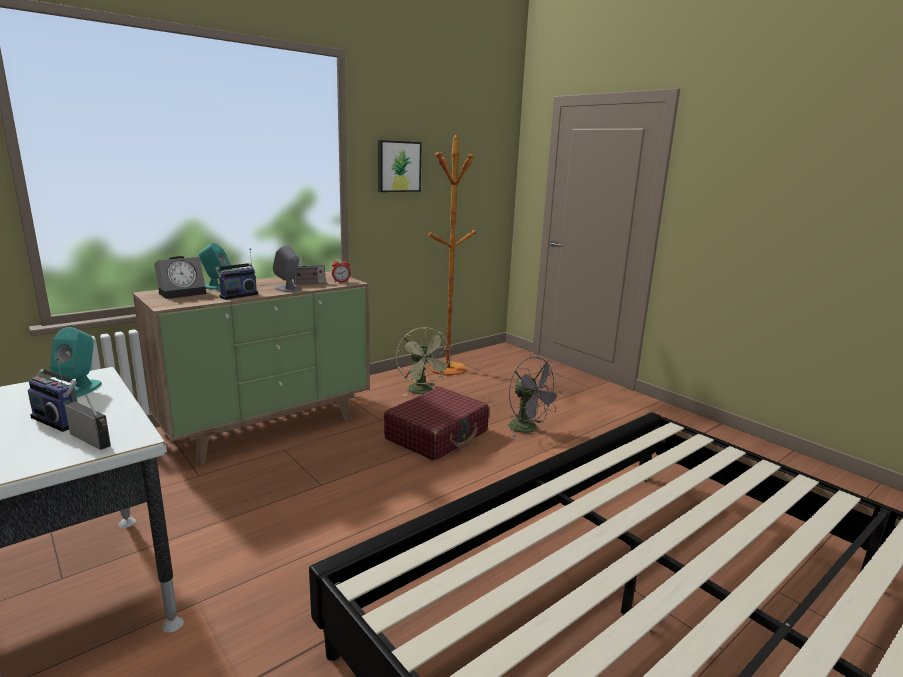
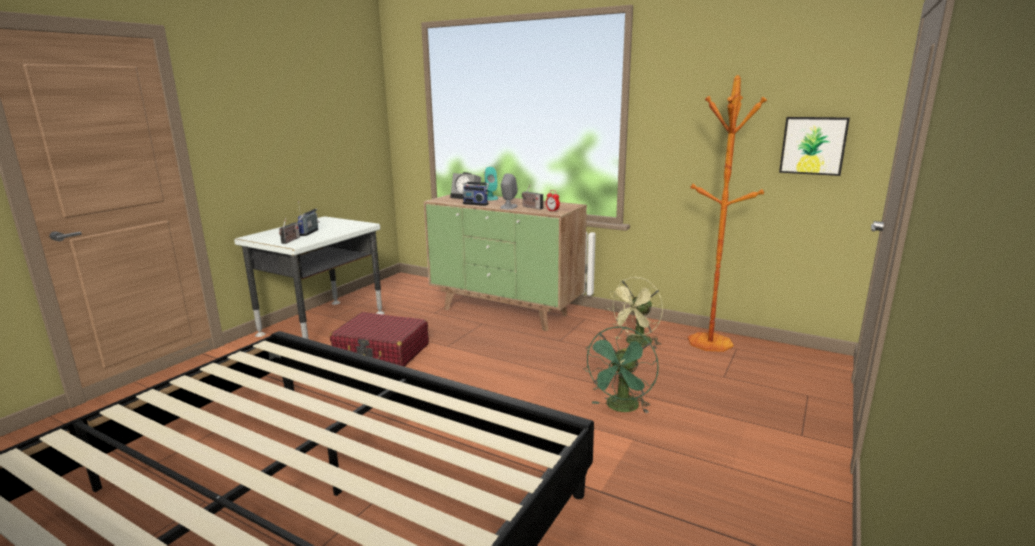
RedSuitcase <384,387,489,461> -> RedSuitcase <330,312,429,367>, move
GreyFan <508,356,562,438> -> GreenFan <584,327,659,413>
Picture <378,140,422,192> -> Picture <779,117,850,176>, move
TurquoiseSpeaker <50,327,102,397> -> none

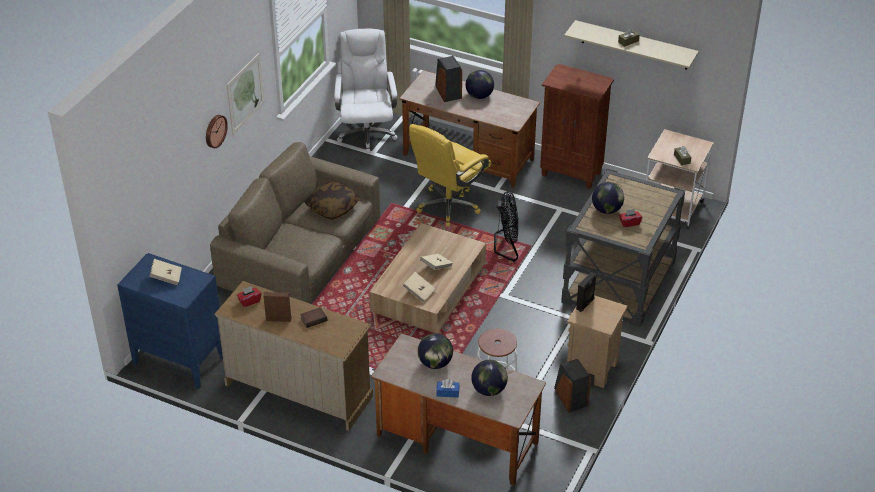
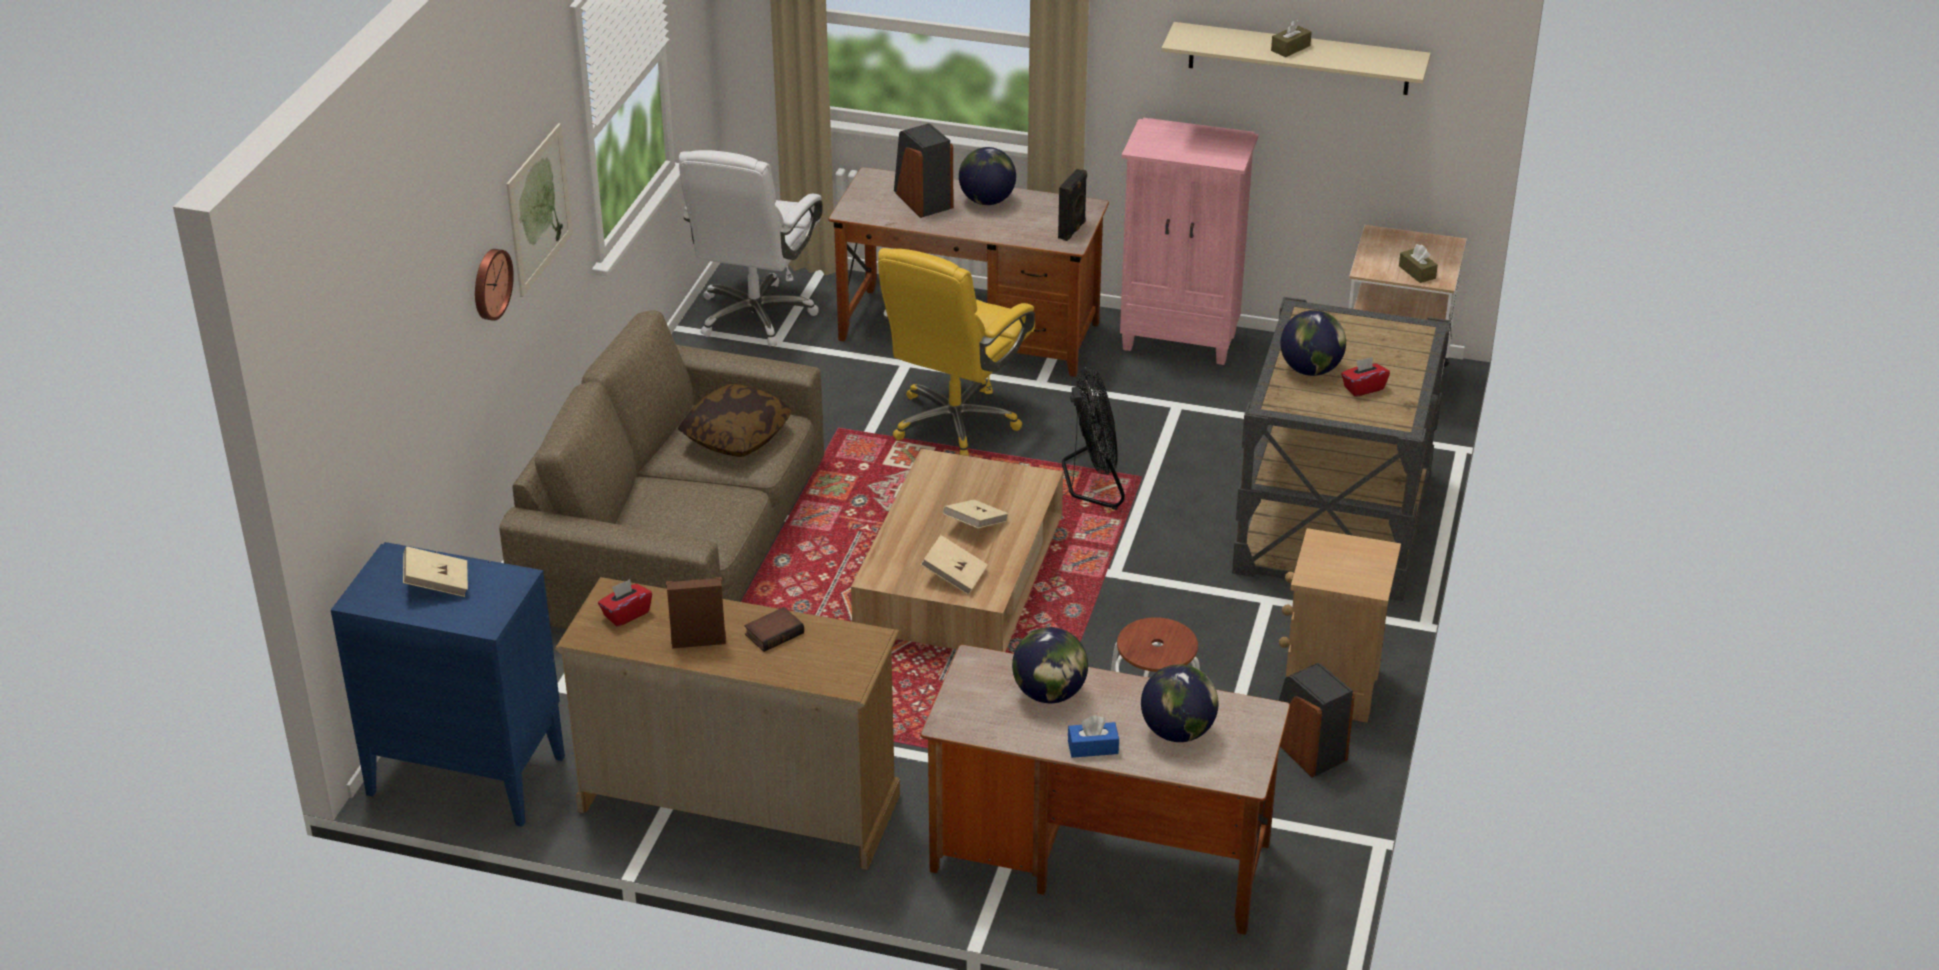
WhiteOfficeChair <334,29,397,153> -> WhiteOfficeChair <679,150,822,347>, 150 degrees counterclockwise
BlackSpeaker <576,272,597,312> -> BlackSpeaker <1058,169,1087,241>, move
BrownCabinet <540,64,614,189> -> PinkCabinet <1120,118,1258,365>

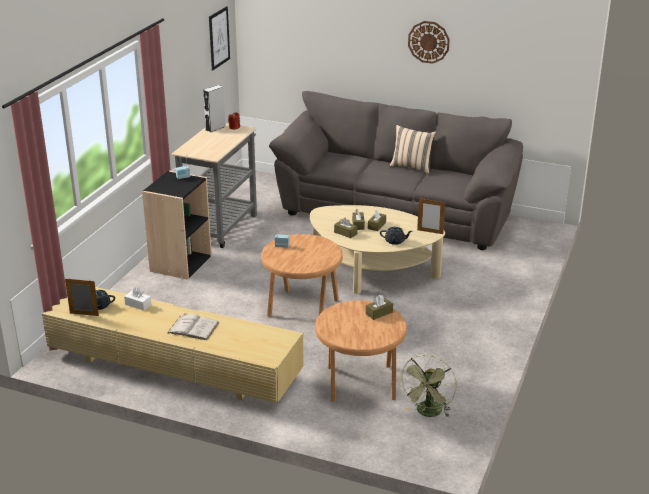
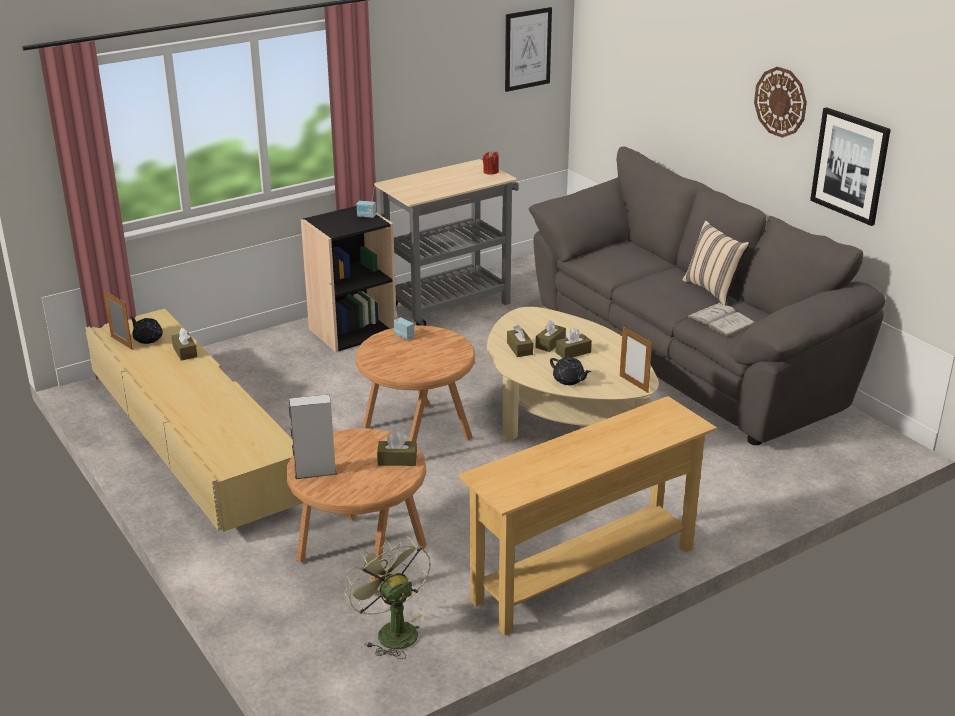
WhiteTissueBox <124,287,151,311> -> BrownTissueBox <172,328,197,361>
GreySpeaker <203,85,226,132> -> GreySpeaker <289,394,337,479>, move
GreenFan <399,355,457,417> -> GreenFan <345,536,431,659>, 90 degrees clockwise
none -> BeigeConsoleTable <458,396,717,636>
WhiteBook <167,313,220,340> -> WhiteBook <686,303,755,337>, move
none -> Picture <810,107,891,226>

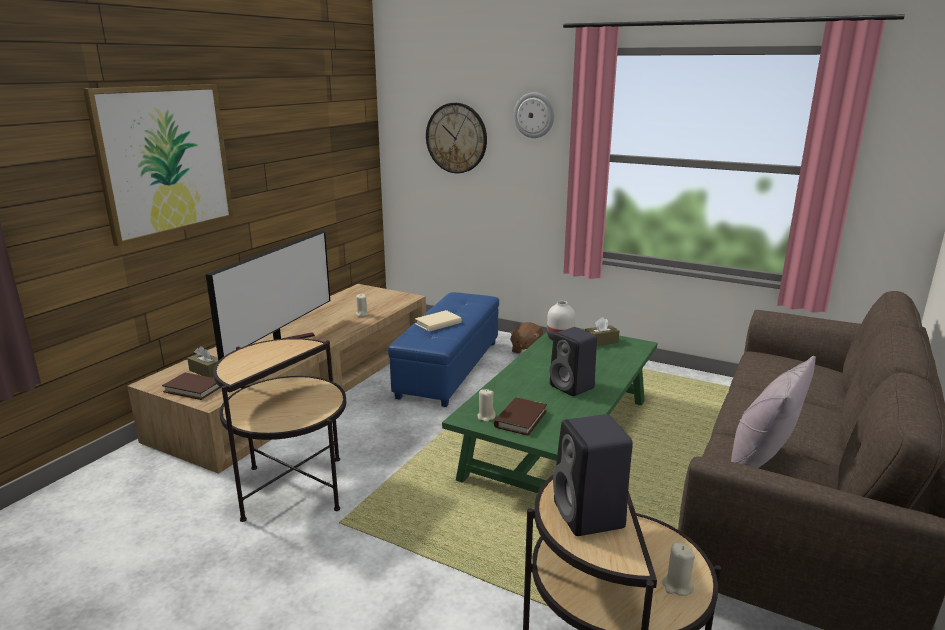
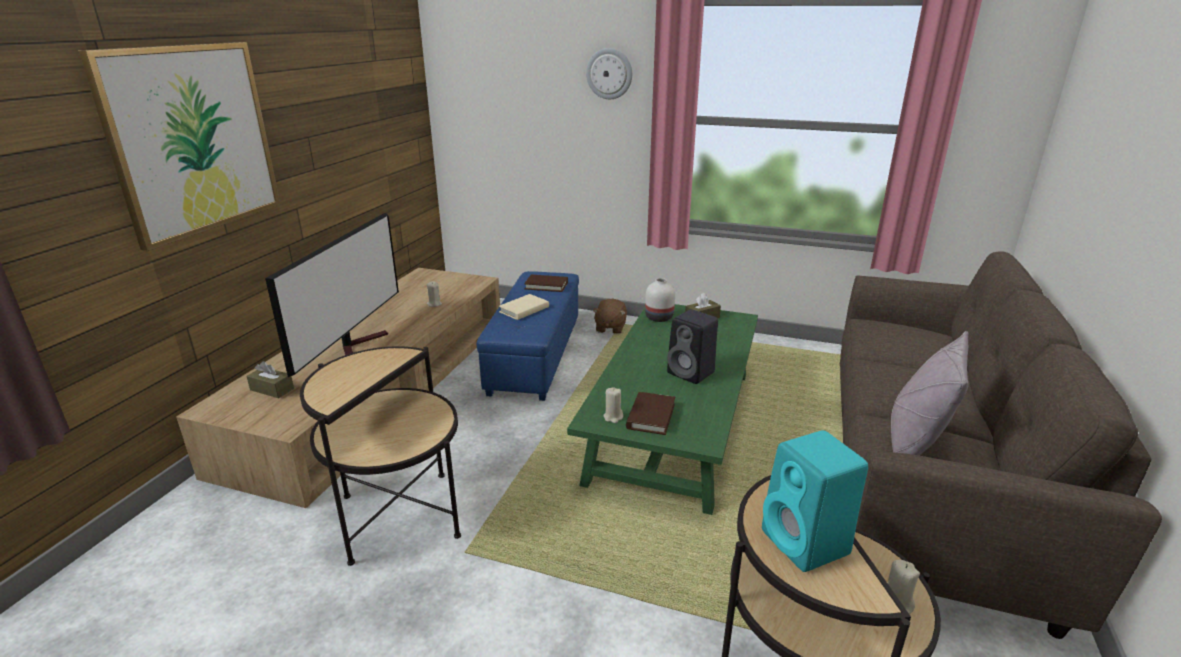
BrownBook <162,373,220,400> -> BrownBook <524,275,568,292>, move
BlackSpeaker <553,414,633,536> -> TurquoiseSpeaker <762,430,868,572>
WallClock <426,103,487,173> -> none

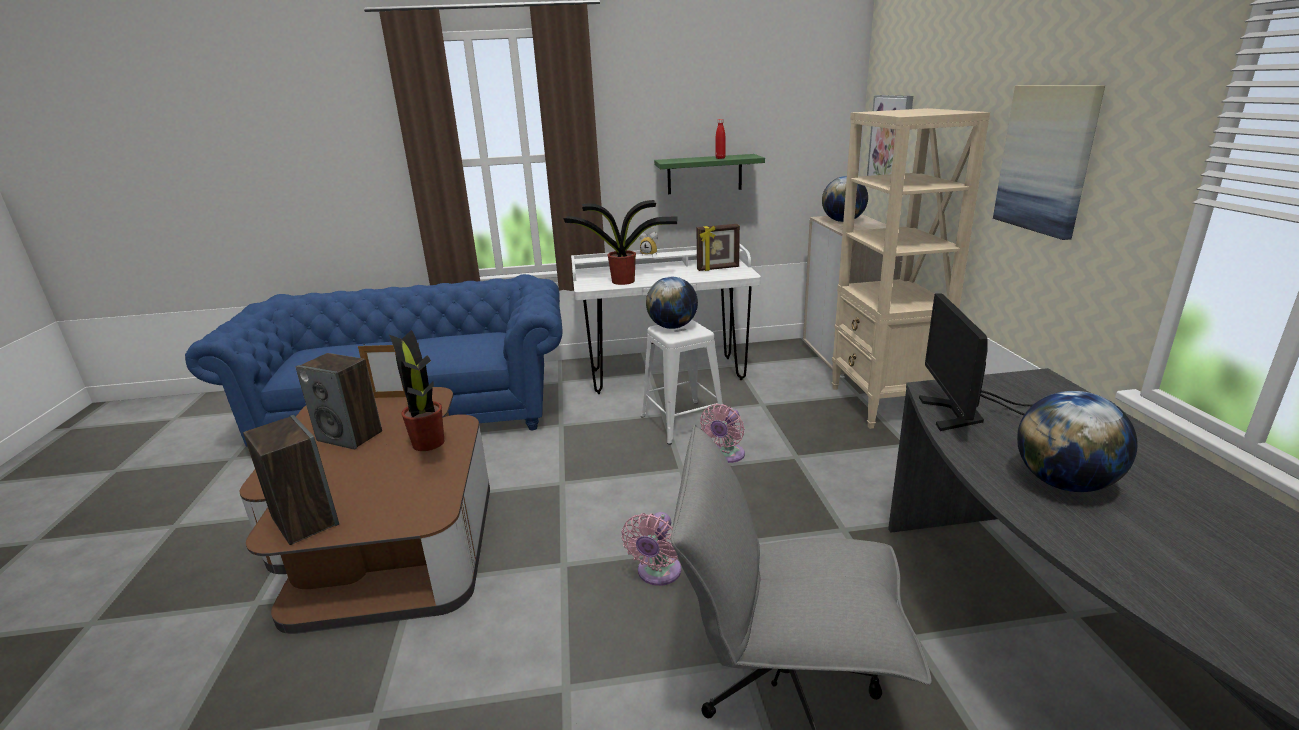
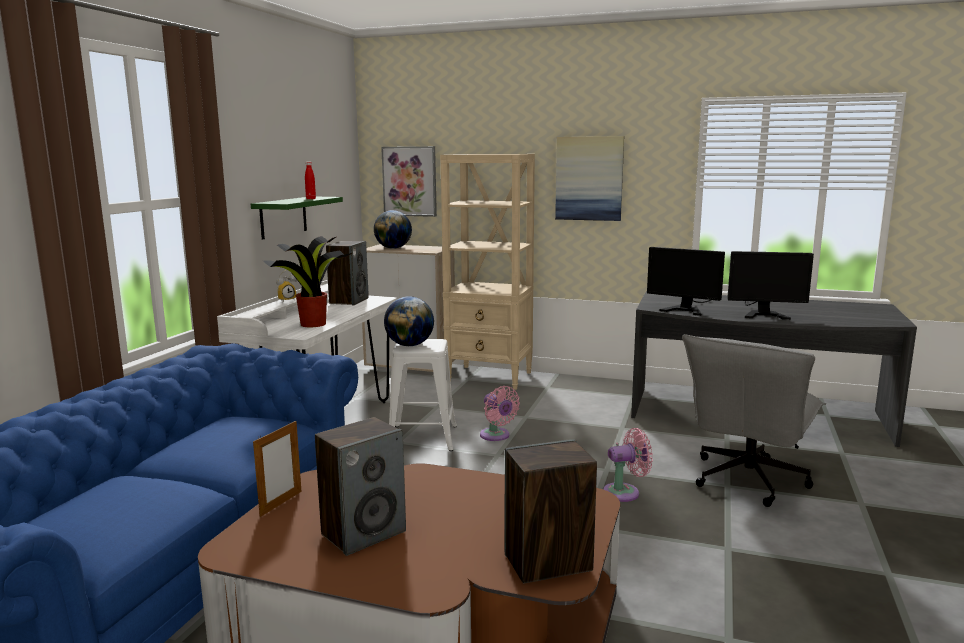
PictureFrame <696,224,740,271> -> Speaker <326,241,369,305>
PinkFan <621,512,681,586> -> PinkFan <603,428,653,502>, 60 degrees counterclockwise
Globe <1017,391,1138,492> -> Monitor <727,251,814,320>
PottedPlant <389,330,444,451> -> none

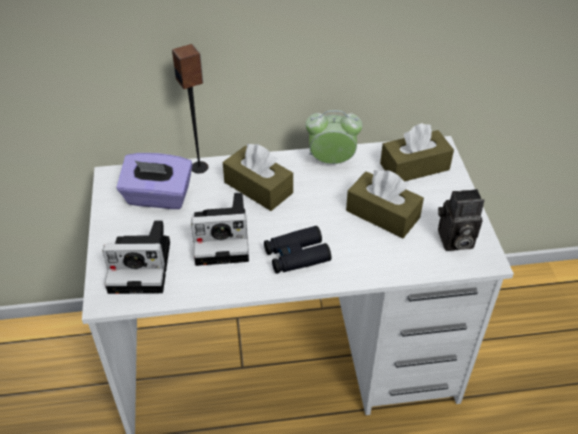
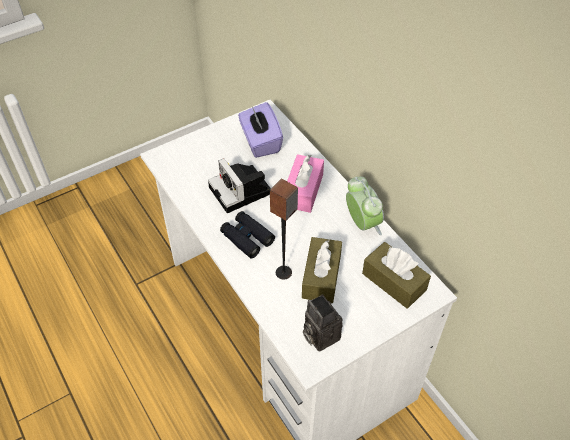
Speaker <172,44,208,173> -> Speaker <270,178,298,279>, move
BrownTissueBox <223,144,293,211> -> PinkTissueBox <287,154,324,213>
PhotoCamera <102,220,170,294> -> none

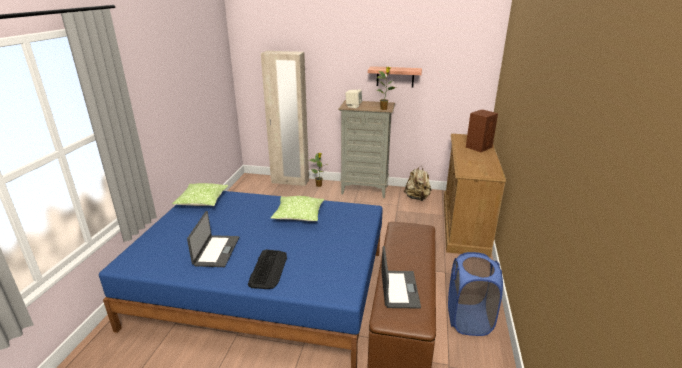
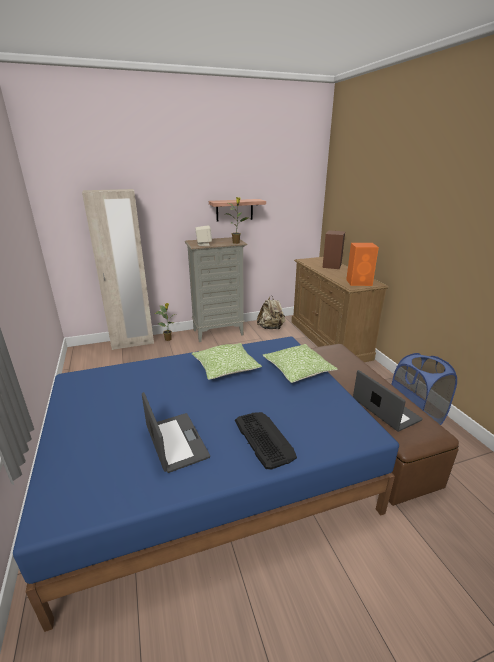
Pillow <172,183,229,206> -> Pillow <263,344,338,383>, move
none -> OrangeSpeaker <346,243,379,286>

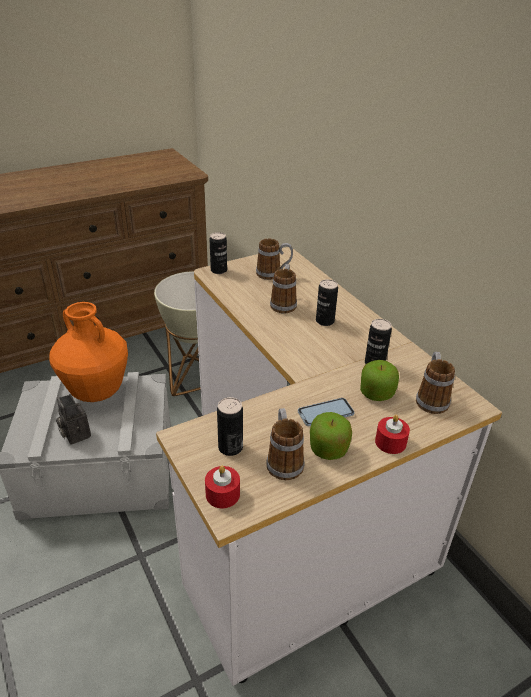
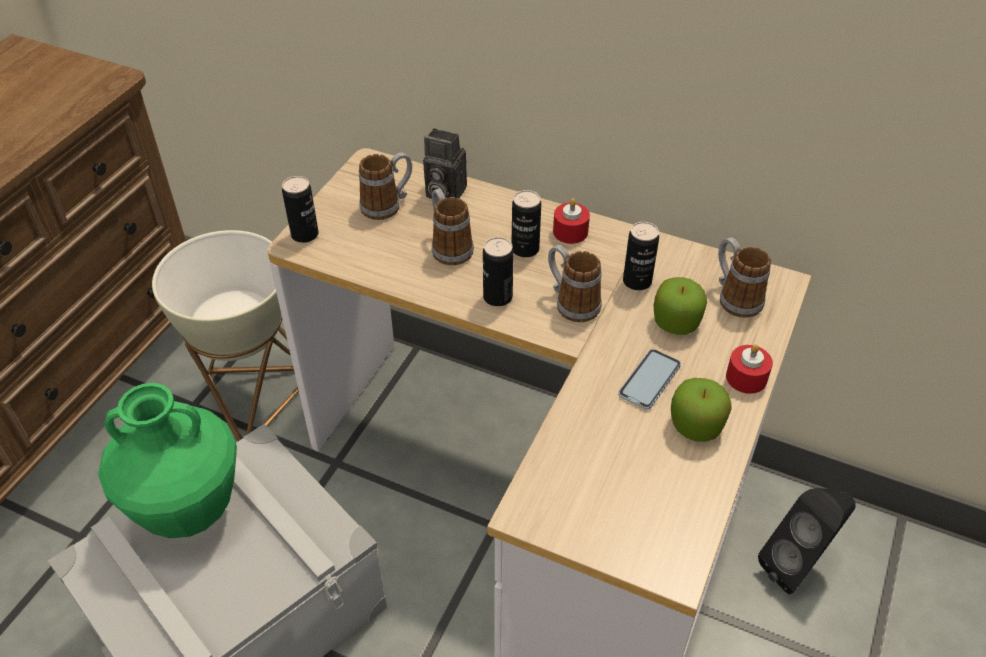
OrangeVase <49,302,128,402> -> GreenVase <98,383,237,538>
PhotoCamera <56,394,91,445> -> PhotoCamera <423,128,467,199>, move
Can <217,397,243,456> -> Can <483,237,514,306>, move
Mug <266,408,305,480> -> Mug <548,245,602,322>, move
RedCandle <205,466,240,508> -> RedCandle <553,198,590,244>, move
none -> BlackSpeaker <758,488,856,594>

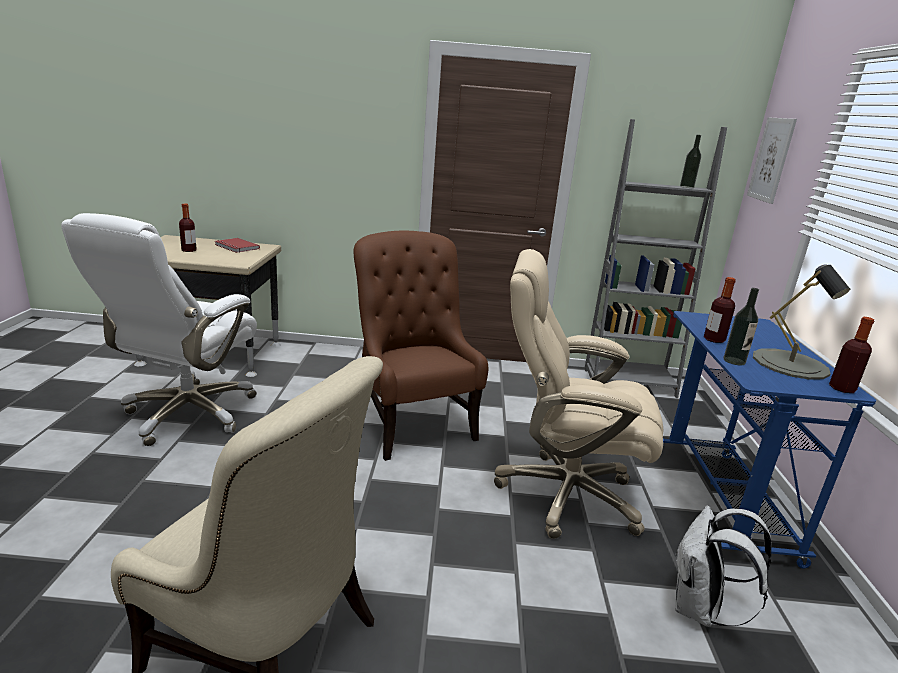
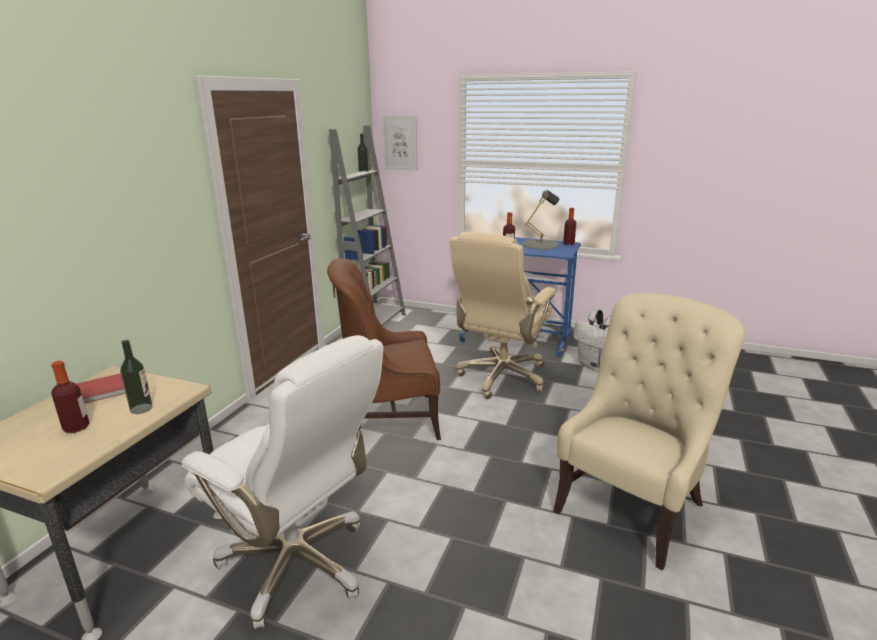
Bottle <723,288,759,365> -> Bottle <120,340,153,414>, move

